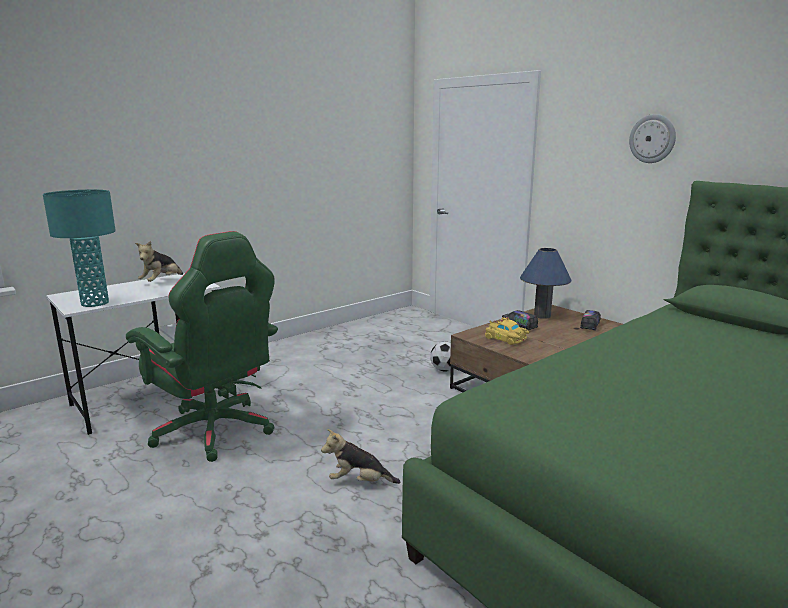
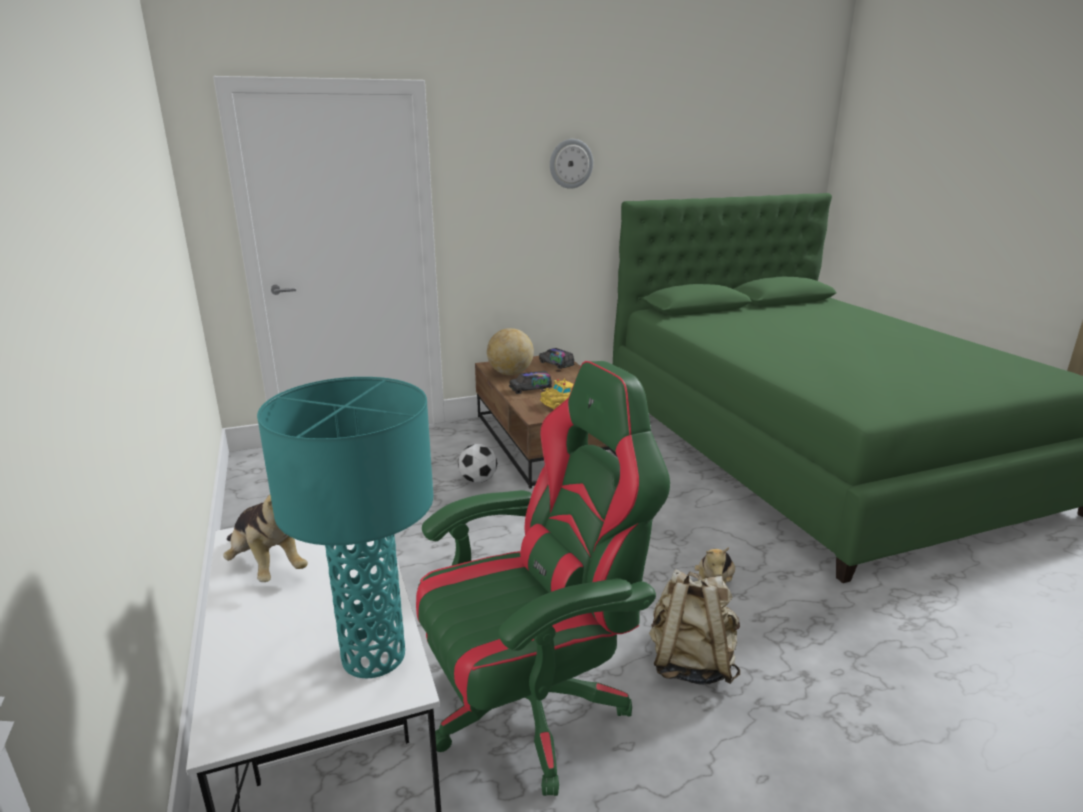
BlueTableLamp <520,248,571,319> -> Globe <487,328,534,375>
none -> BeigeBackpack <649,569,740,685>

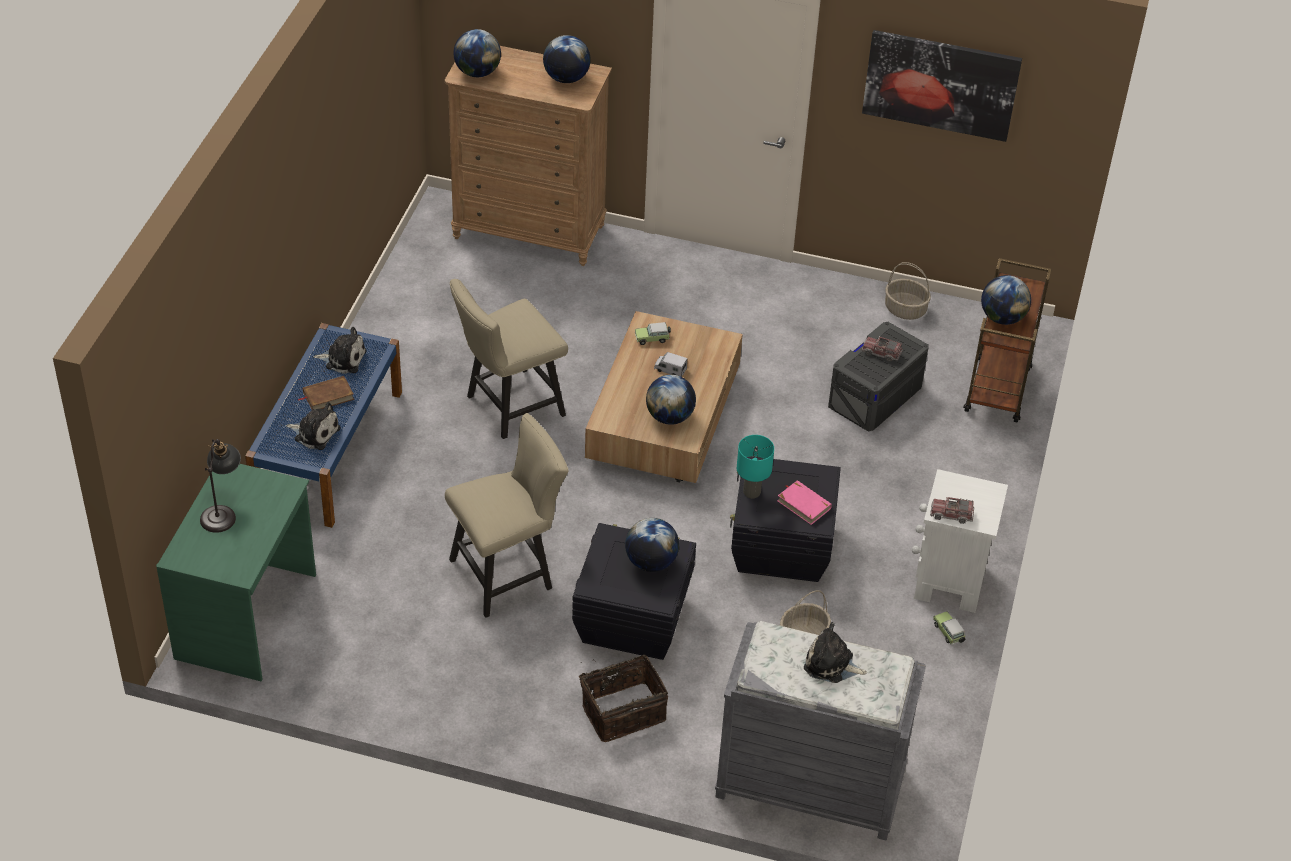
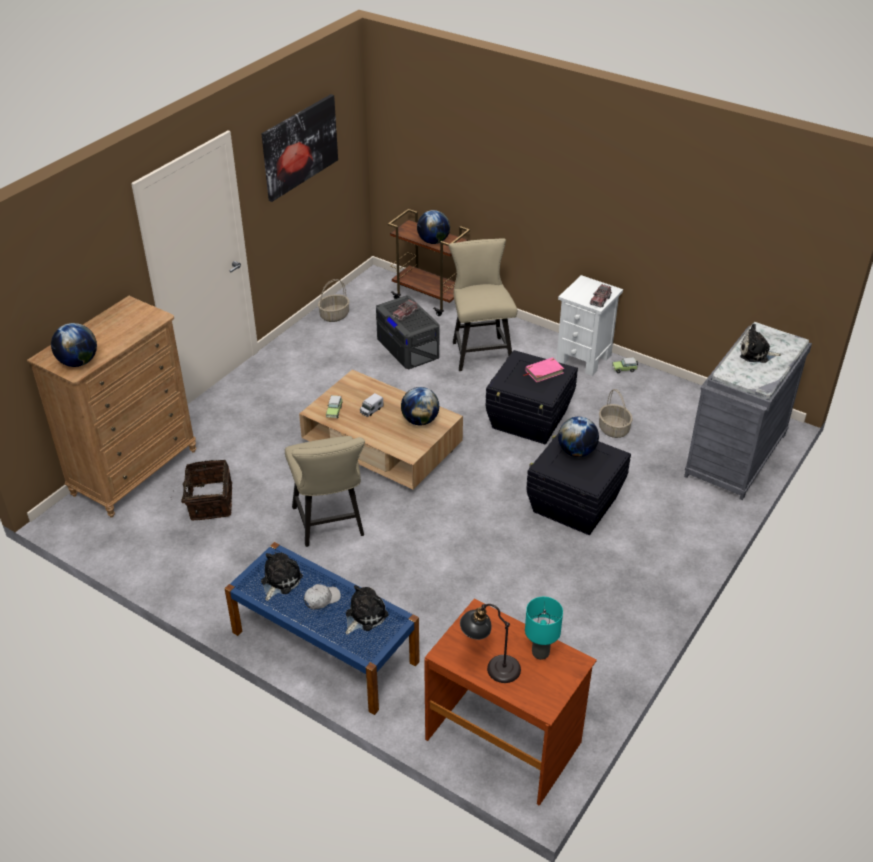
Basket <579,655,668,742> -> Basket <181,460,232,520>, move
BrownBook <298,376,354,410> -> WhiteCap <304,584,341,610>
GreenDesk <156,464,316,681> -> BrownDesk <424,599,597,806>
BeigeChair <445,413,568,618> -> BeigeChair <449,238,517,371>, move
TurquoiseTableLamp <737,435,774,499> -> TurquoiseTableLamp <525,597,563,660>, move
PlushToy <804,622,867,683> -> PlushToy <740,324,781,363>, 60 degrees clockwise
Globe <543,35,591,83> -> none

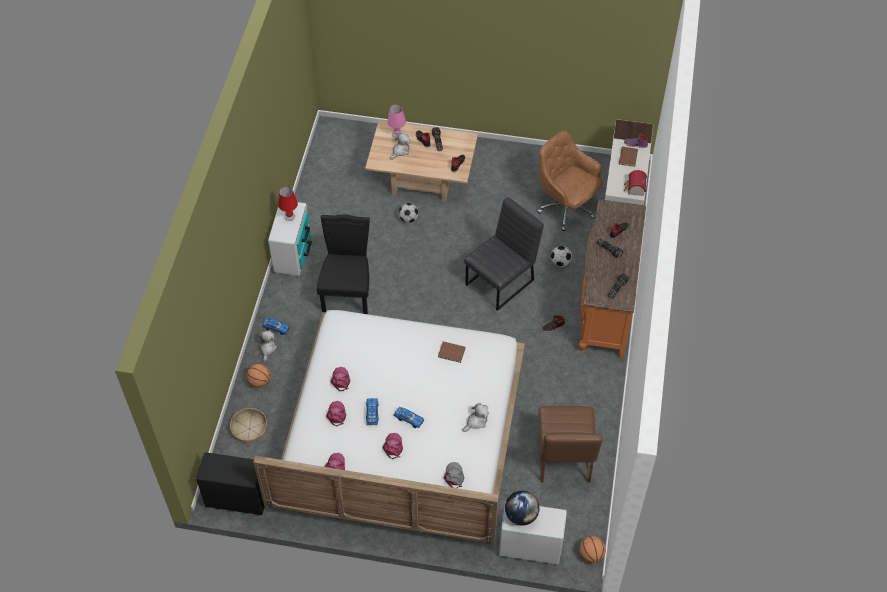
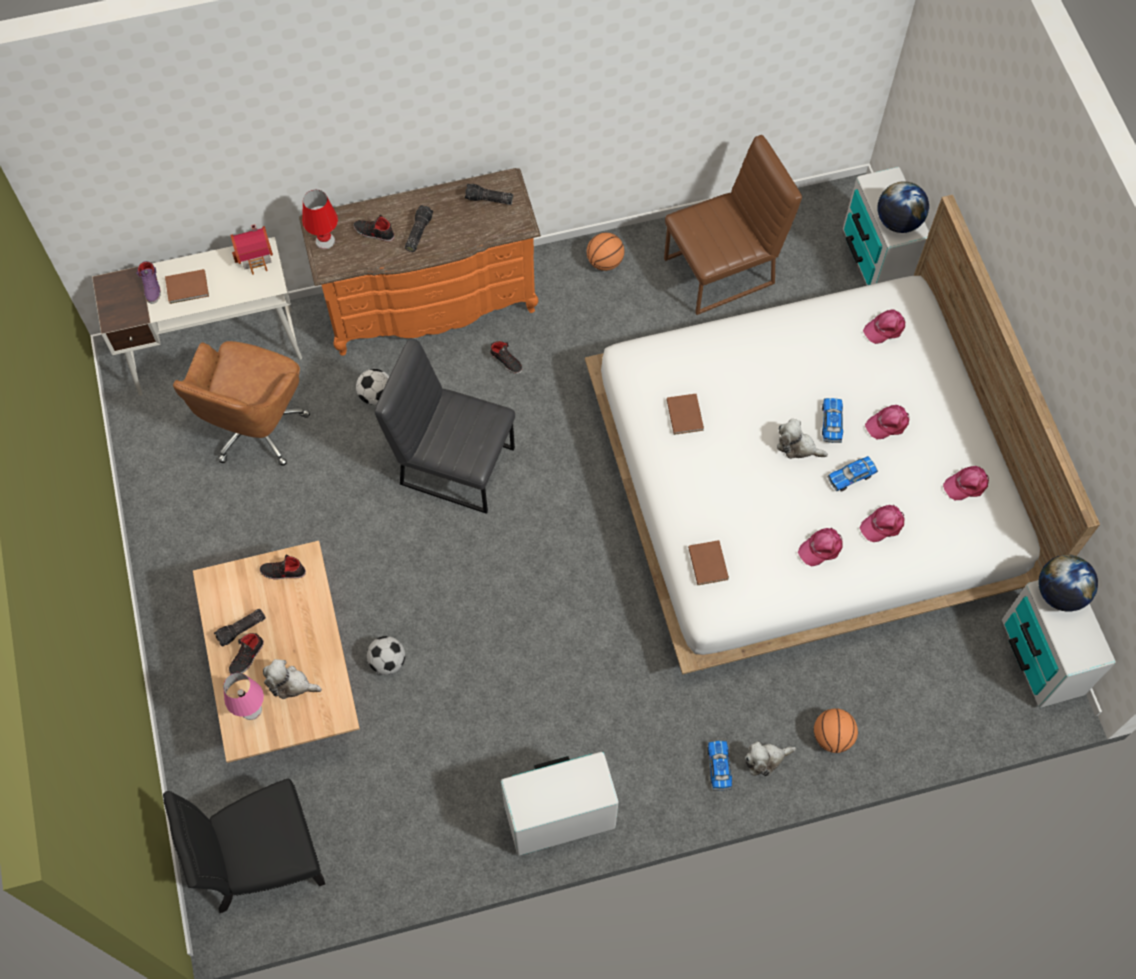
BlackChair <317,215,370,314> -> BlackChair <163,779,325,913>, move
RedTableLamp <278,186,298,221> -> RedTableLamp <302,190,338,249>, move
Basketball <579,536,606,563> -> Basketball <587,232,624,271>, move
none -> BrownBook <688,540,729,585>
PlushToy <462,403,489,432> -> PlushToy <777,419,828,459>, move
GreyCap <444,462,464,488> -> PinkCap <863,309,905,344>
BlackNightstand <196,452,265,515> -> WhiteNightstand <1002,580,1116,708>
none -> Globe <1038,555,1098,612>
Basket <230,408,267,444> -> none

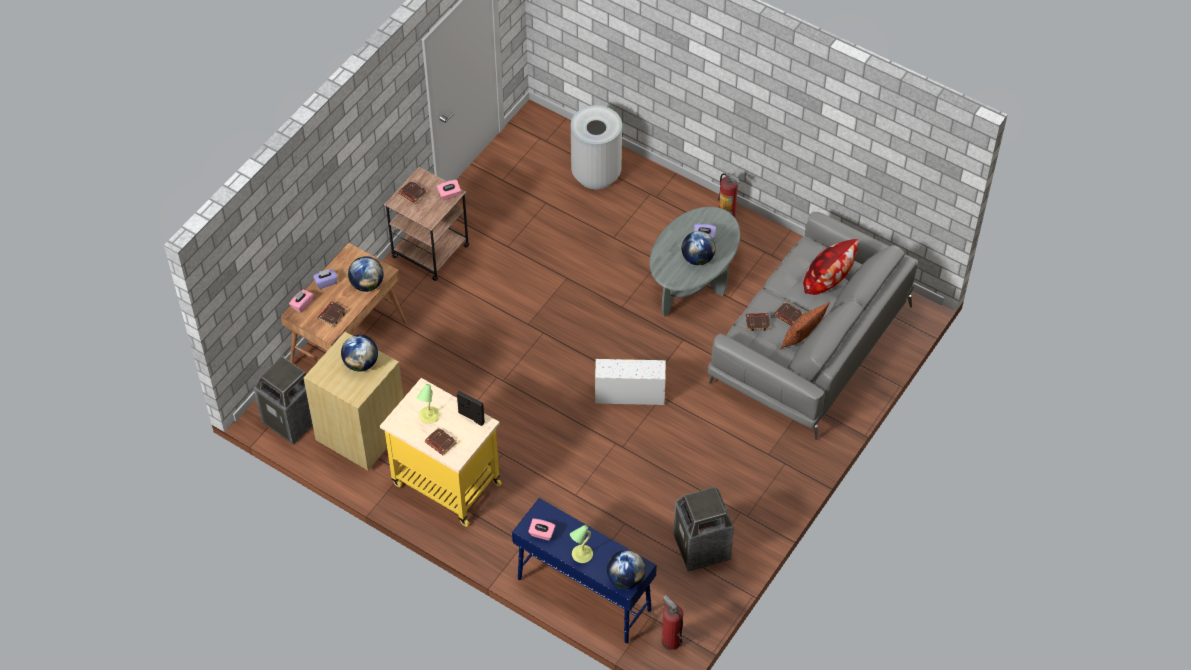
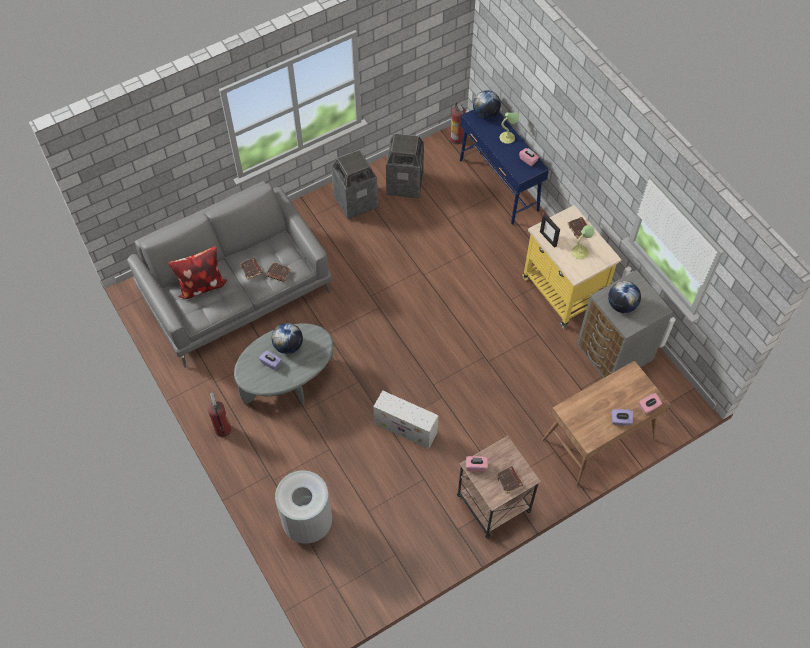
TrashCan <254,356,313,444> -> TrashCan <331,149,378,219>, move
WhiteStorageBox <595,359,666,405> -> WhiteStorageBox <373,390,439,449>, move
BrownDresser <304,332,404,470> -> GreyDresser <577,270,673,378>
BrownBook <318,301,347,327> -> none
Globe <348,256,384,292> -> none
BrownPillow <780,302,830,350> -> none

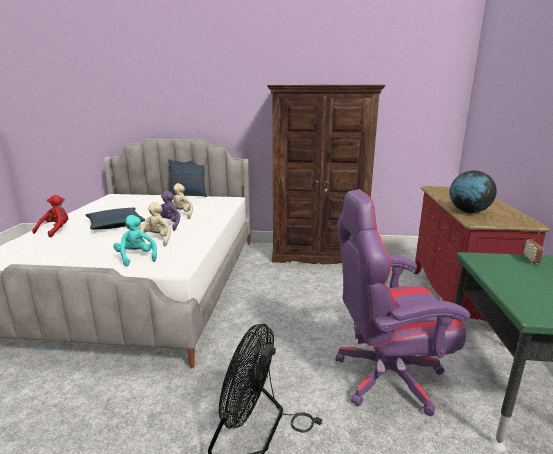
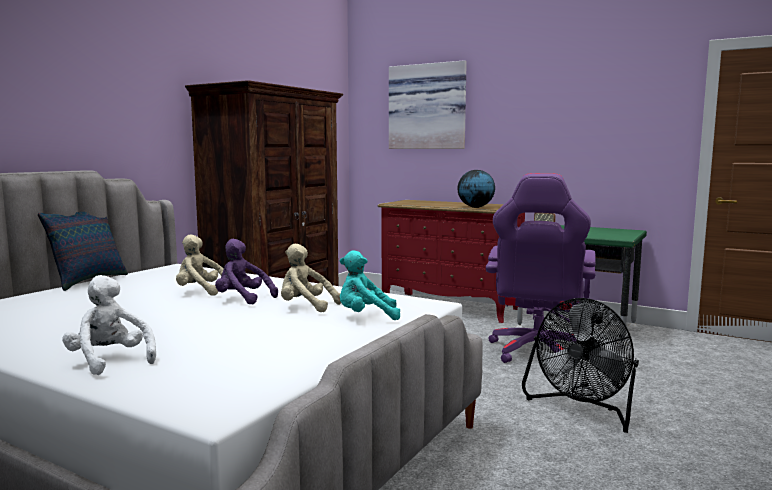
RedPlushToy <33,195,68,237> -> WhitePlushToy <62,275,156,375>
none -> Picture <389,60,467,149>
BluePillow <85,208,145,230> -> none

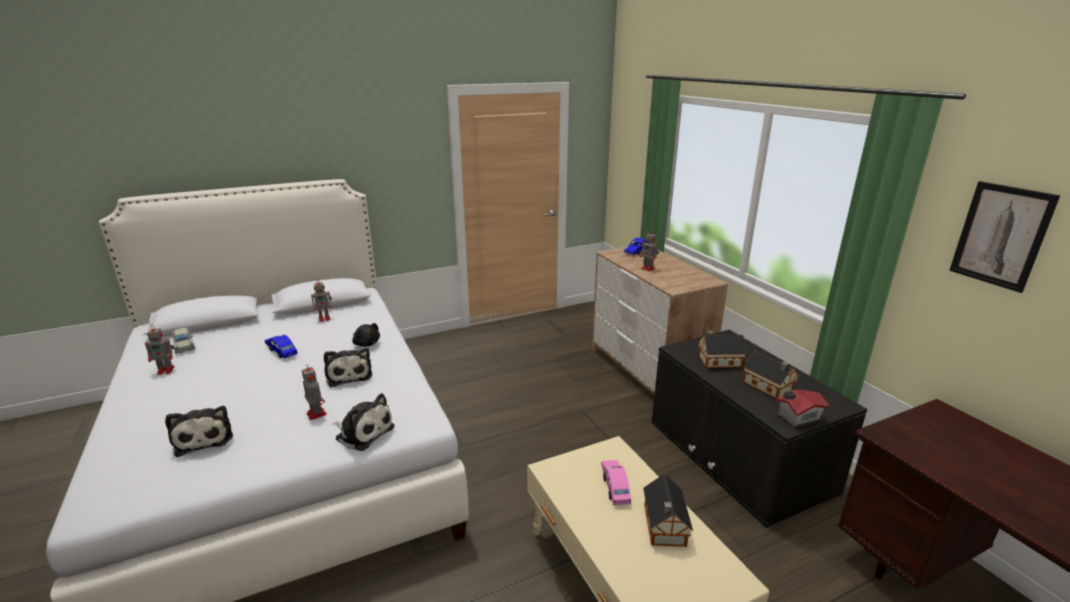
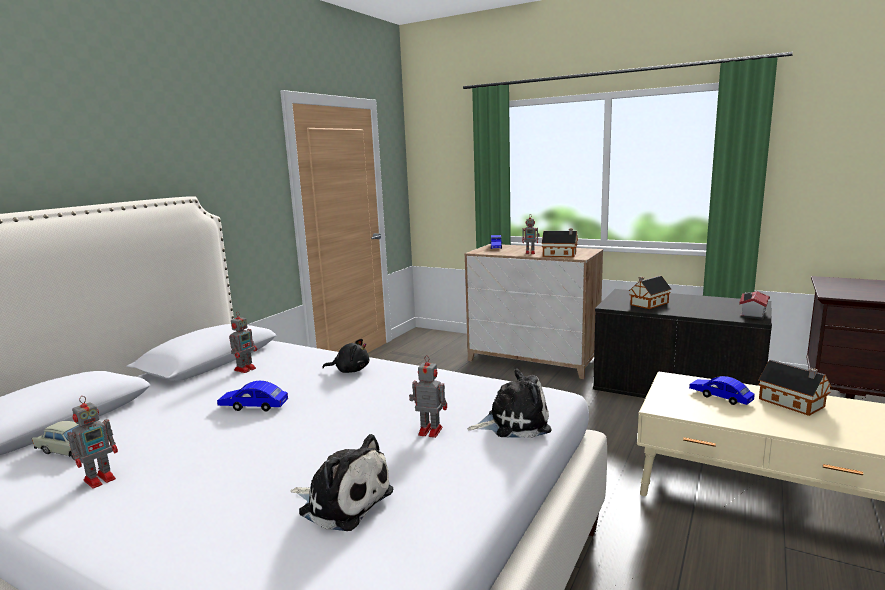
ToyHouse <743,350,799,399> -> ToyHouse <542,228,578,257>, move
PinkToyCar <601,460,631,505> -> BlueToyCar <689,376,755,405>
PlushToy <324,348,372,387> -> none
Picture <949,181,1060,293> -> none

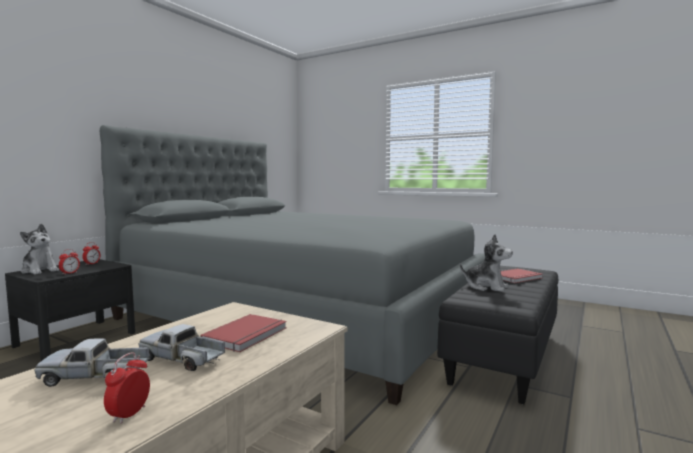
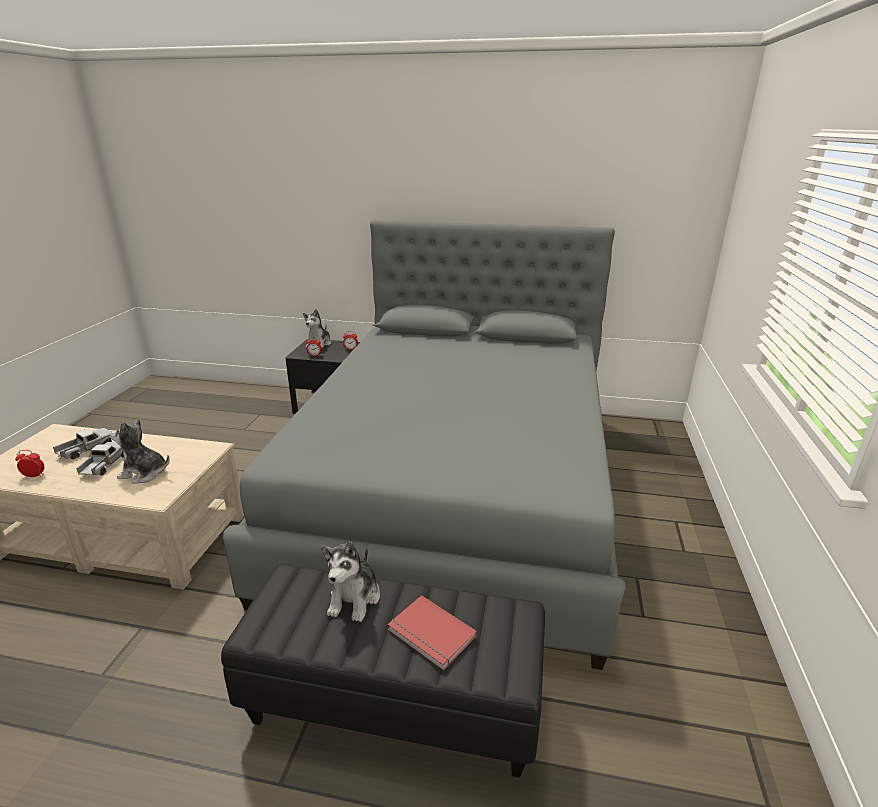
ToyTruck <34,338,149,387> -> ToyTruck <53,428,112,459>, 60 degrees clockwise
RedBook <200,314,287,352> -> PlushToy <110,418,170,484>

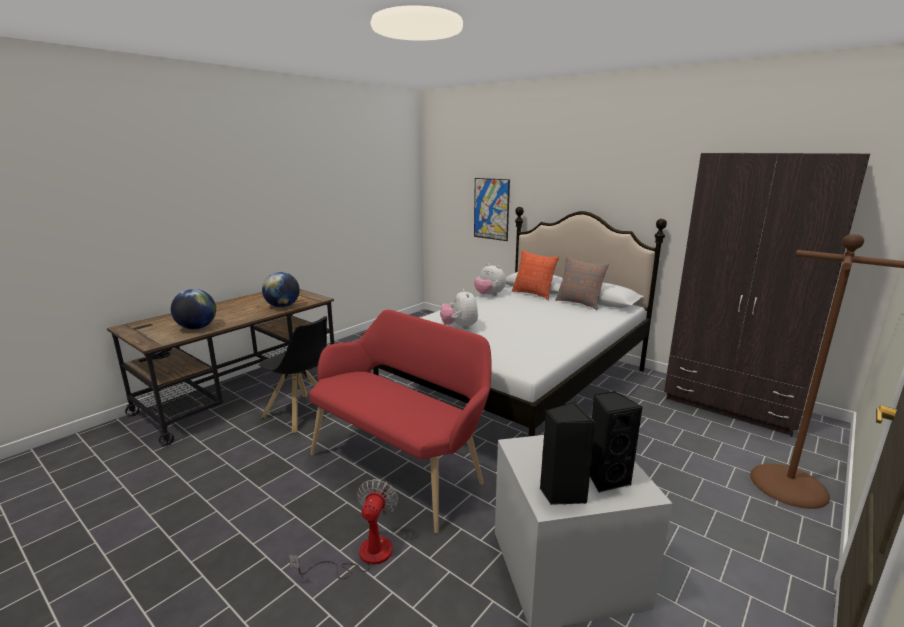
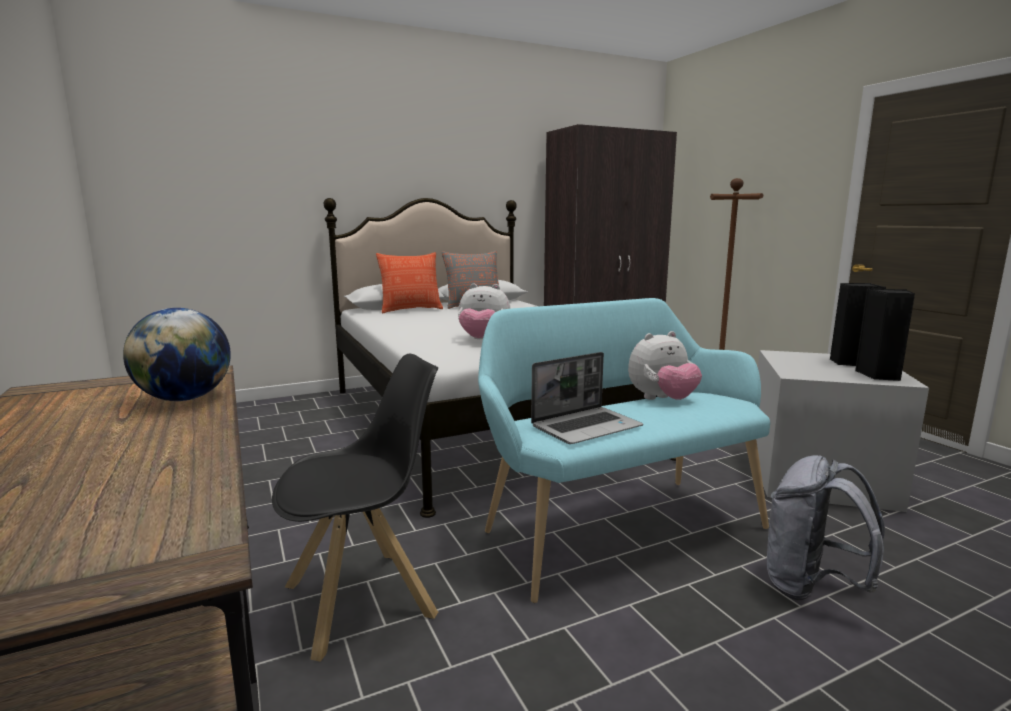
RedBench <309,310,492,533> -> TurquoiseBench <478,298,770,603>
none -> Laptop <531,352,643,444>
PlushToy <474,264,506,296> -> PlushToy <628,331,702,400>, move
Fan <289,479,398,579> -> GreyBackpack <767,455,885,601>
Globe <171,289,216,329> -> none
Picture <474,178,510,241> -> none

